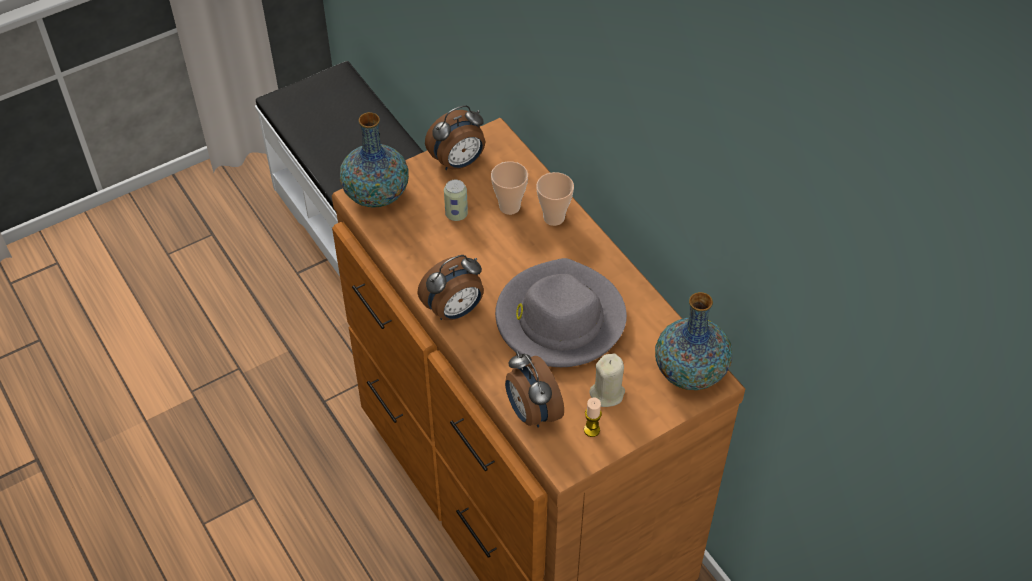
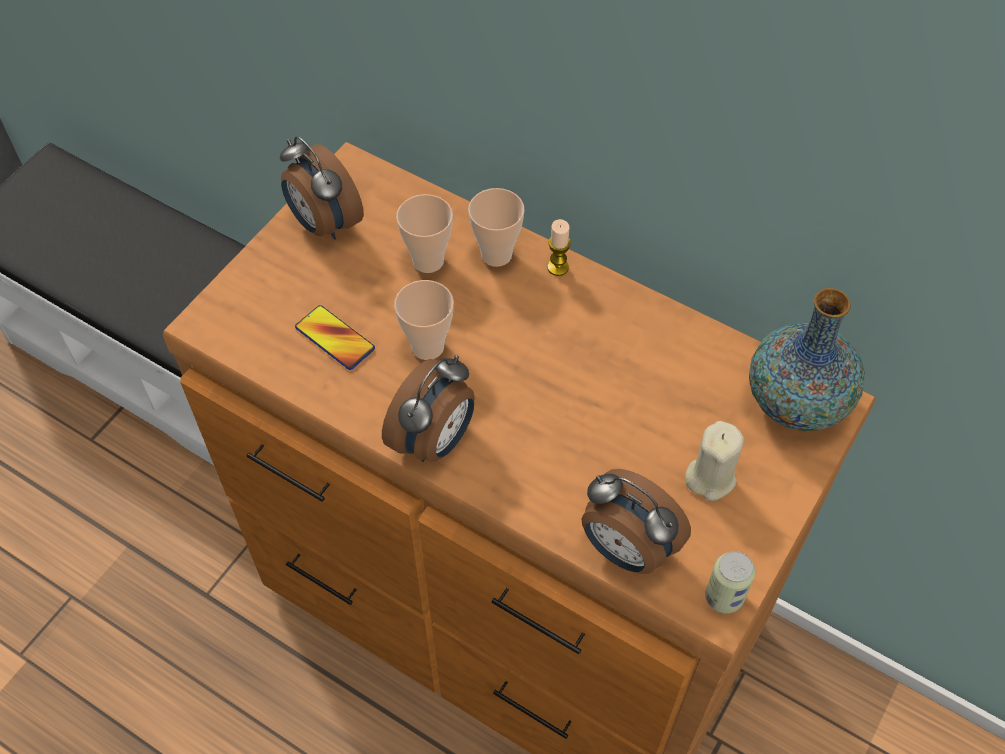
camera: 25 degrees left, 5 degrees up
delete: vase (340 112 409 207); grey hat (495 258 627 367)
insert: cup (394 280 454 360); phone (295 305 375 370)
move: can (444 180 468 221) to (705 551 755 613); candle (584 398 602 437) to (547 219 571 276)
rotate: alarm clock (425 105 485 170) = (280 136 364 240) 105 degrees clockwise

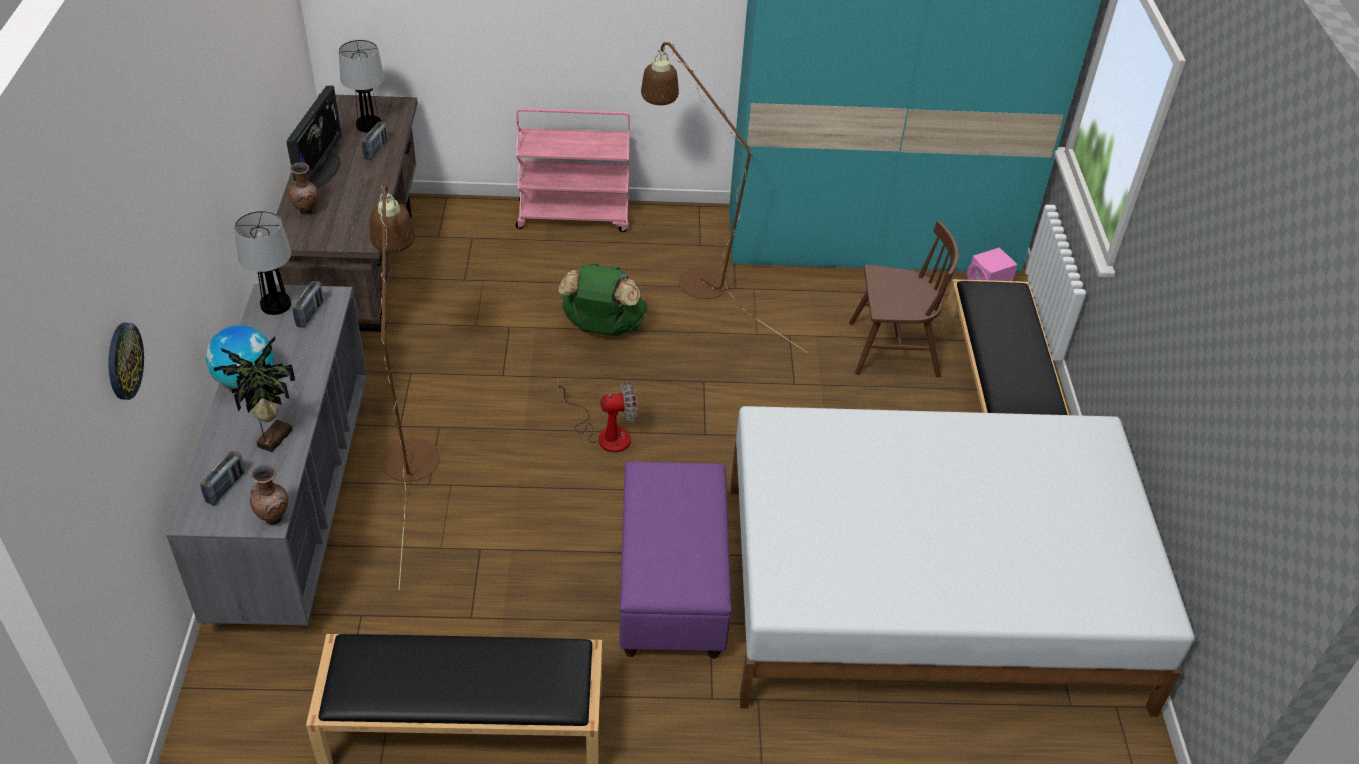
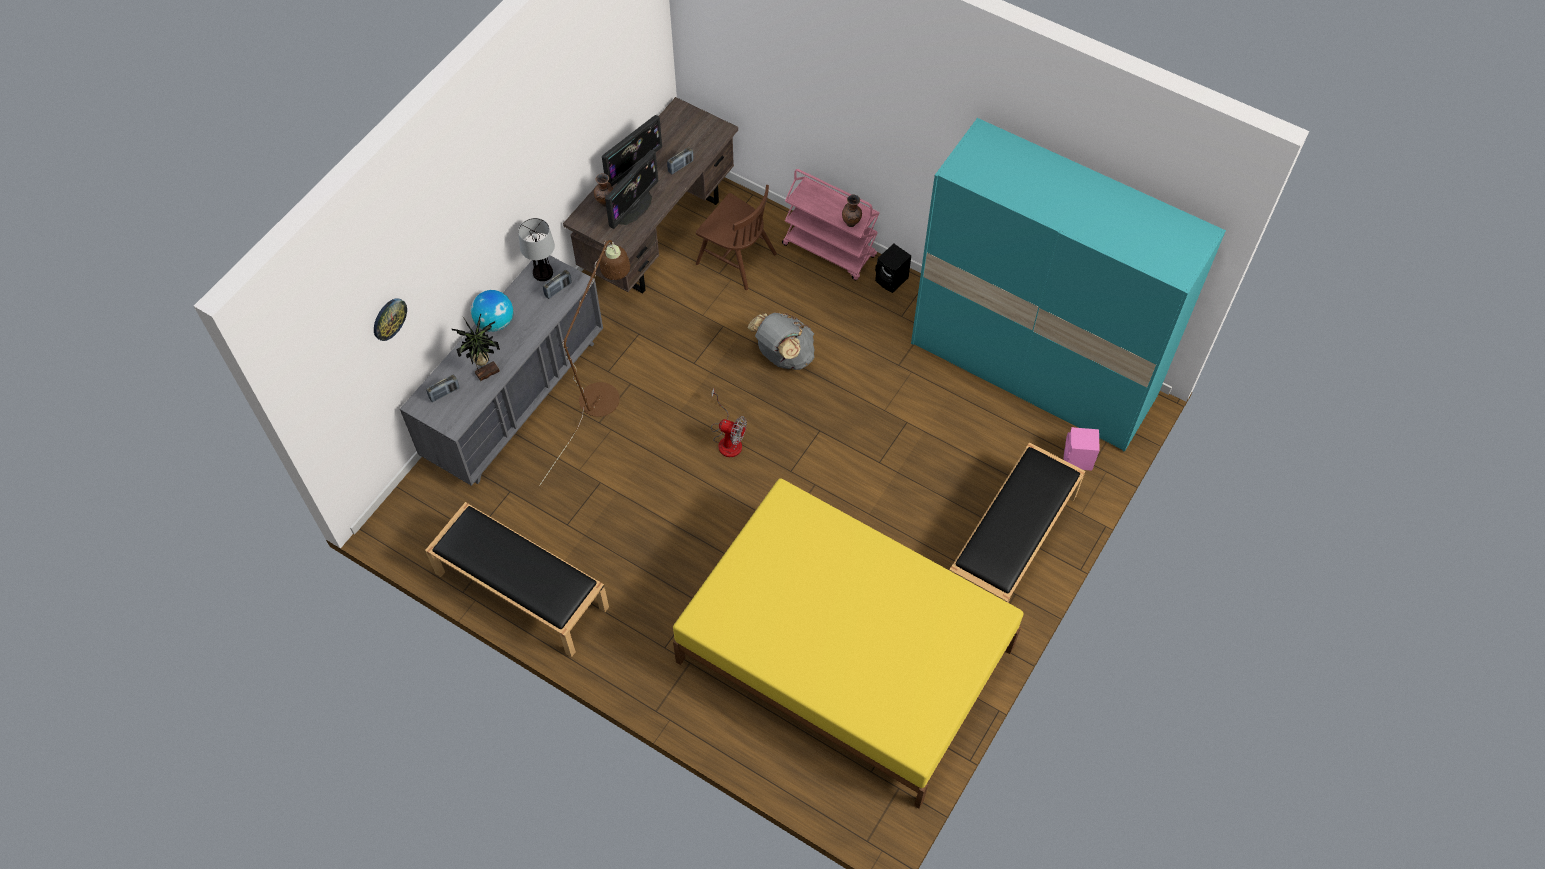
camera: 35 degrees right, 15 degrees up
delete: table lamp (339 40 384 132); brown floor lamp (641 42 808 353); purple ottoman (620 461 732 659)
insert: monitor (605 150 658 229); black speaker (875 244 911 293)
move: brown chair (849 221 959 377) to (696 185 777 290); brown vase (250 464 288 525) to (842 195 862 227)
recolor: green backpack (559 263 648 336) to grey backpack (748 312 814 370); white bed (730 406 1195 717) to yellow bed (673 479 1023 809)

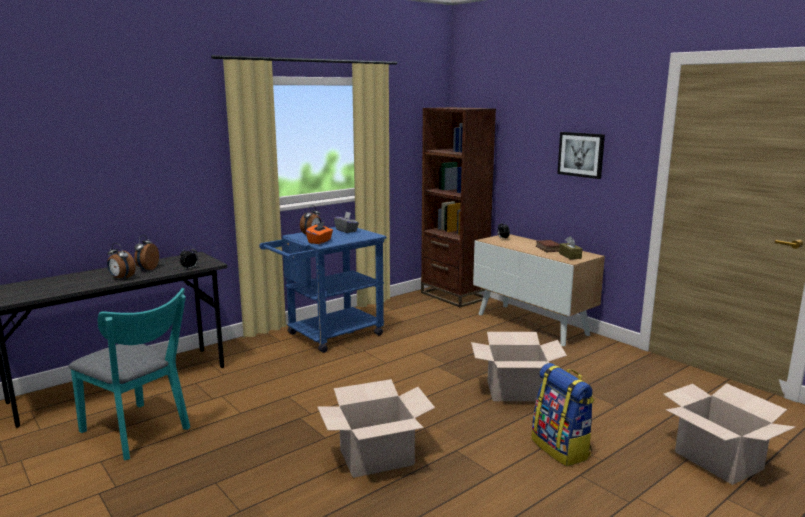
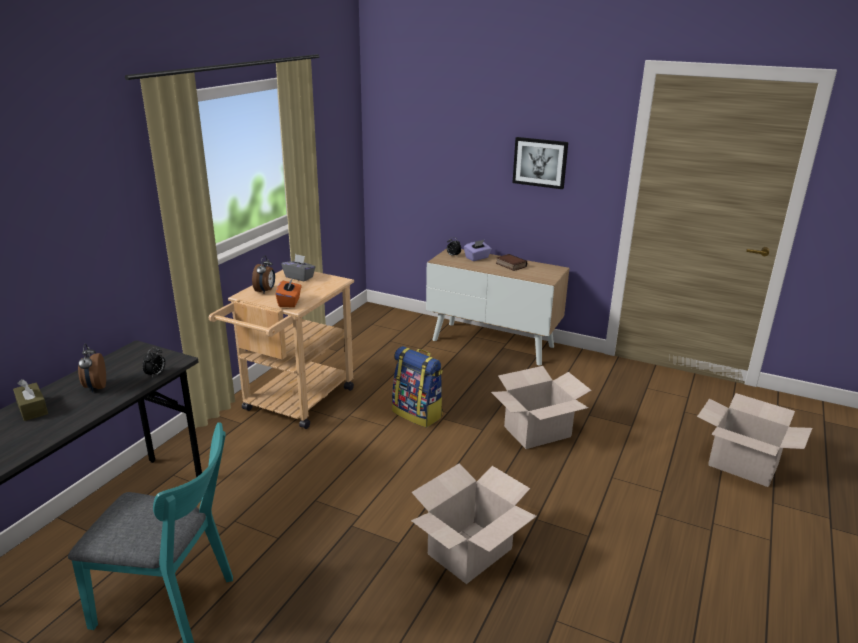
camera: 25 degrees left, 10 degrees up
delete: brown bookcase (421 107 496 308); alarm clock (107 243 135 280)
insert: purple tissue box (464 240 492 261)
move: brown tissue box (559 236 582 260) to (13 379 48 421); backpack (531 363 595 466) to (392 346 443 428)
recolor: blue cart (259 227 387 353) to beige cart (209 270 354 429)

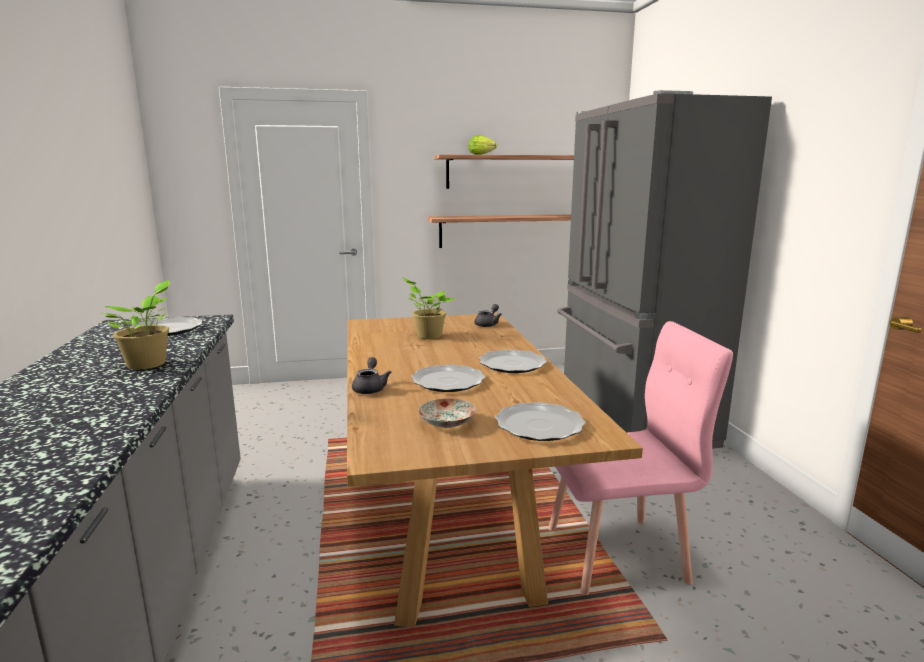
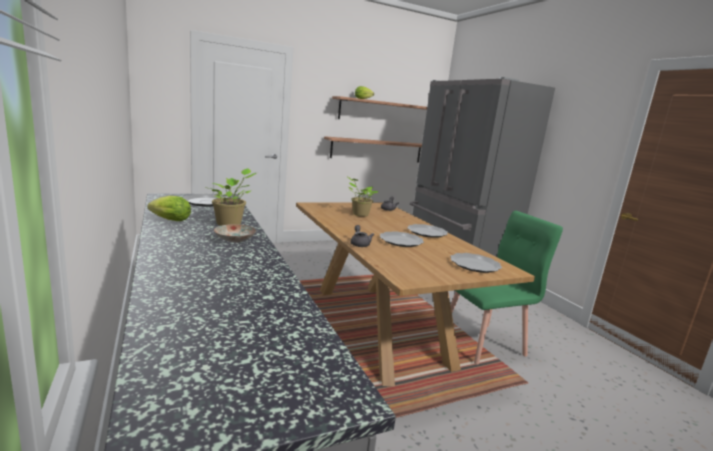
camera: 15 degrees left, 0 degrees up
insert: lettuce (147 196 191 221)
move: plate (418 398 476 428) to (214 224 256 242)
recolor: pink chair (548 321 733 595) to green chair (450 211 563 364)

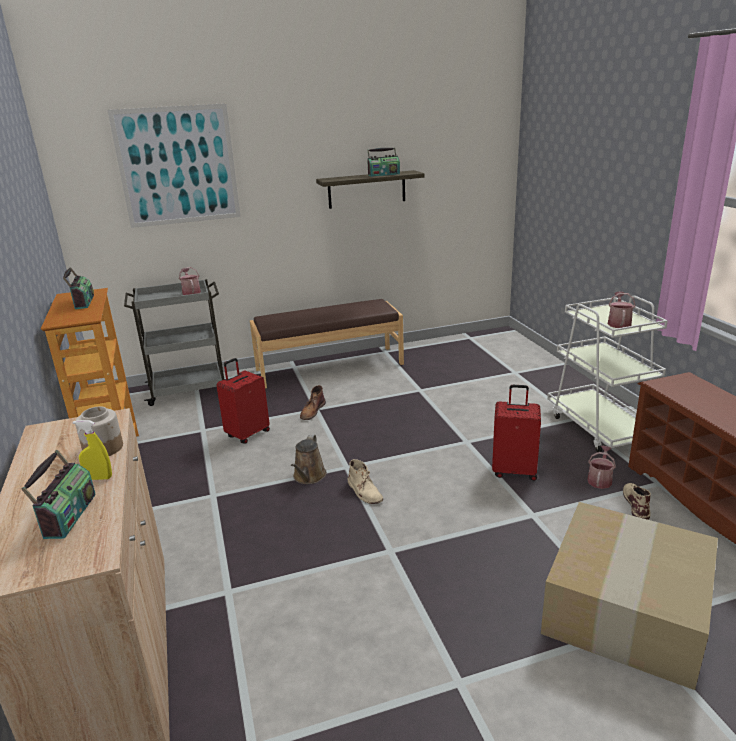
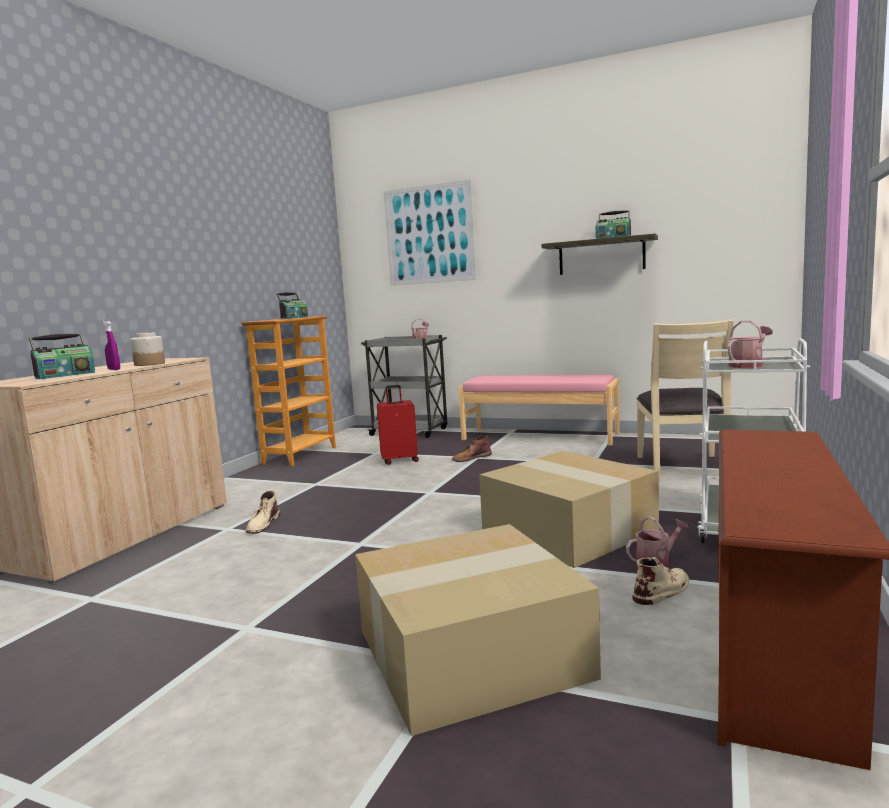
camera: 40 degrees right, 15 degrees down
delete: brown watering can (291 435 327 484)
insert: beige chair (637 319 733 482)
move: beige boot (348 459 383 504) to (246 490 280 534)
replace: red suitcase (492 385 541 481) to cardboard box (479 451 659 568)
recolor: brown bench (250 299 404 388) to pink bench (458 375 620 446); yellow spray bottle (73 420 112 480) to purple spray bottle (103 321 120 370)

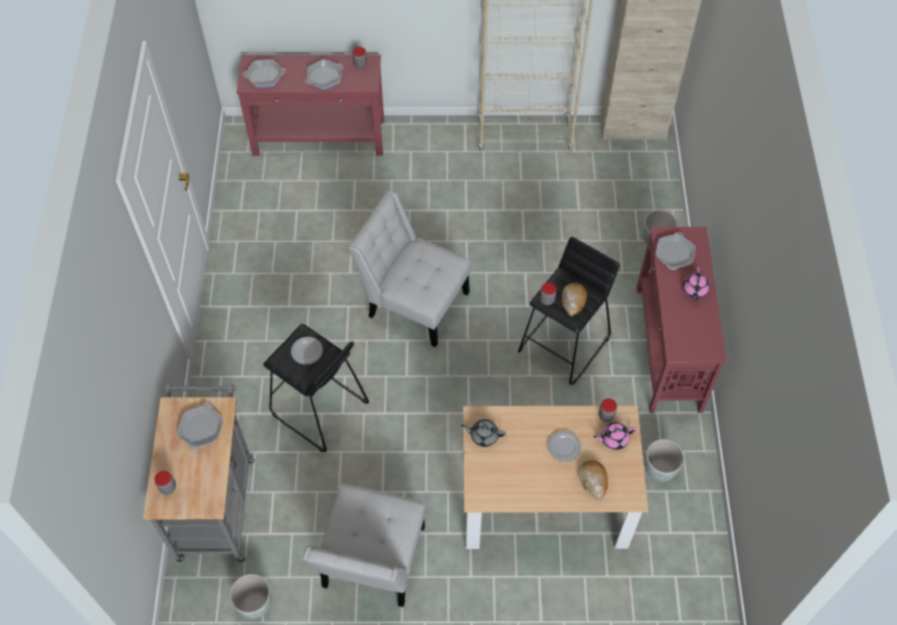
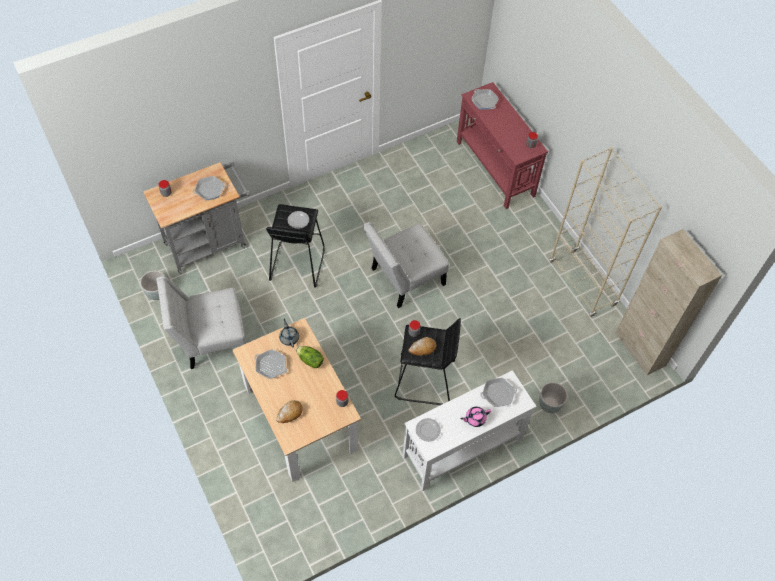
camera: 60 degrees right, 0 degrees up
delete: pink teapot (593 422 637 450); grey planter (645 439 684 482)
insert: lettuce (296 346 324 368)
move: frying pan (305 59 343 90) to (254 349 287 379); plate (547 431 581 462) to (416 418 441 442)
recolor: red console table (637 227 726 413) to white console table (403 370 537 491)
rotate: white chair (348 191 471 347) = (363 222 449 308) 120 degrees counterclockwise

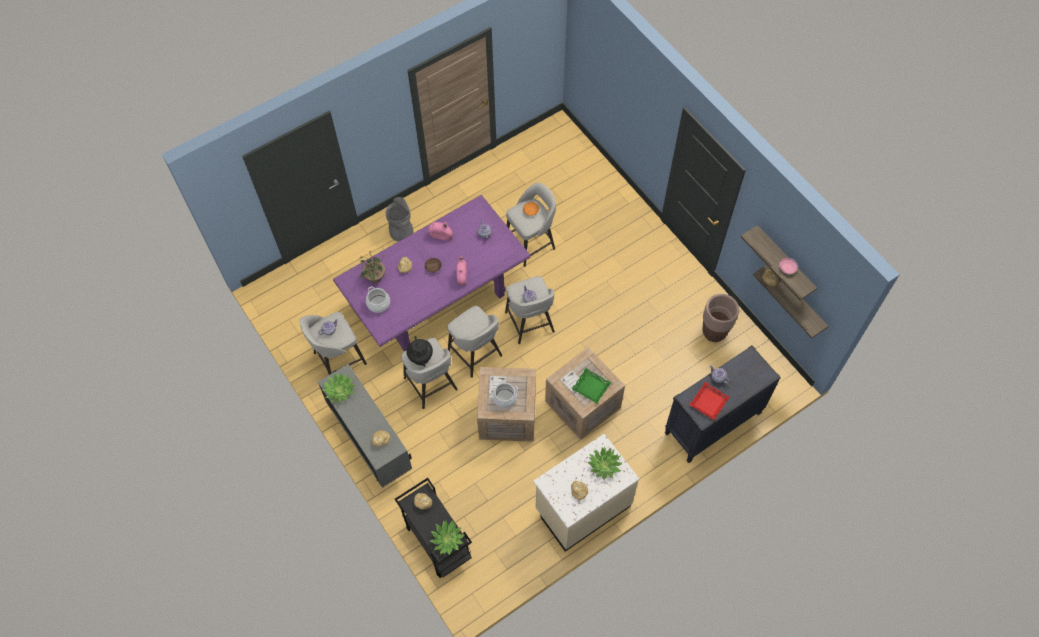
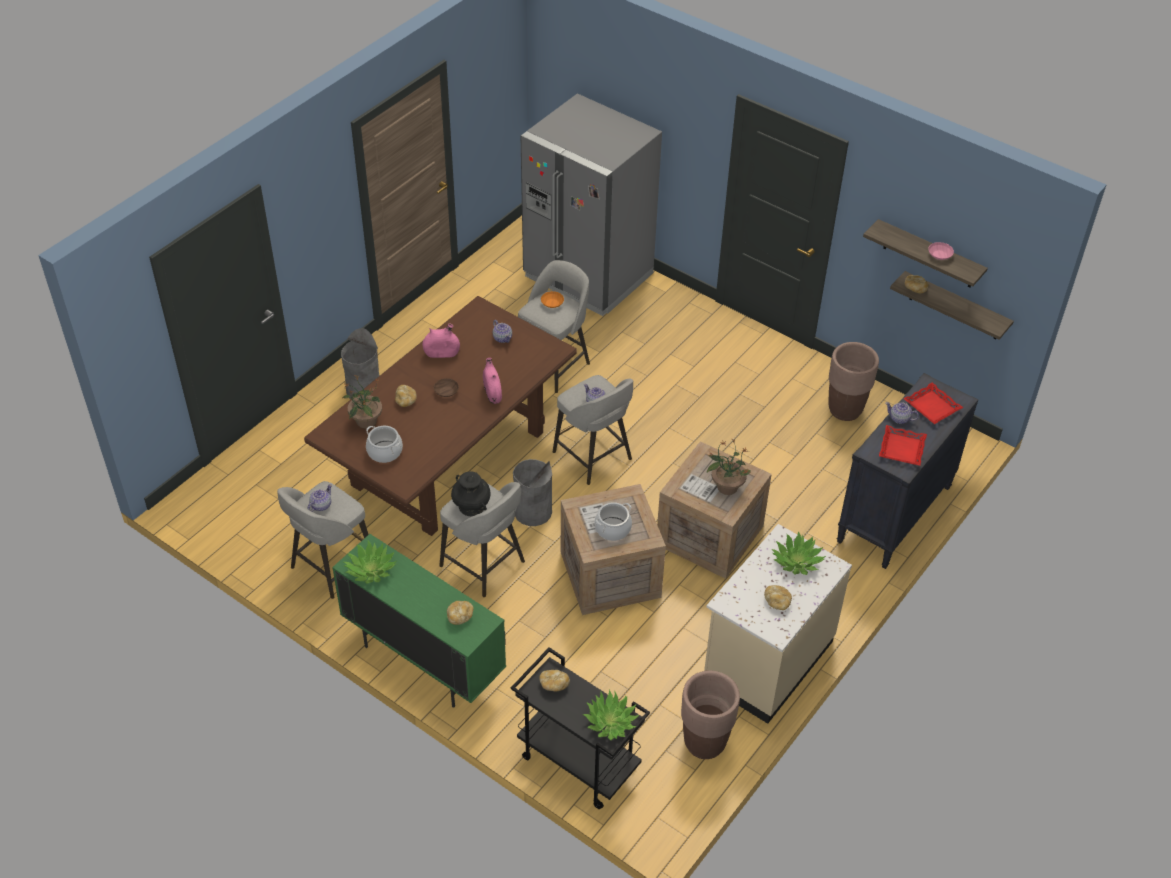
camera: 20 degrees left, 15 degrees down
insert: grey fridge (520 93 662 316); red tray (903 383 963 424); brown planter (681 671 740 759)
replace: grey stool (447 306 502 378) to grey trash can (513 459 552 526); green tray (572 368 611 404) to potted plant (707 438 751 495)
recolor: purple dining table (333 195 530 352) to brown dining table (304 296 577 536); grey cabinet (318 364 412 488) to green cabinet (332 534 506 708)

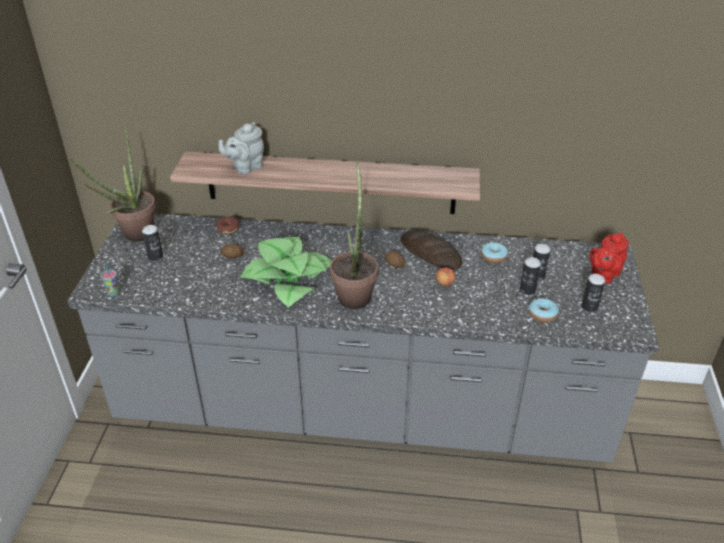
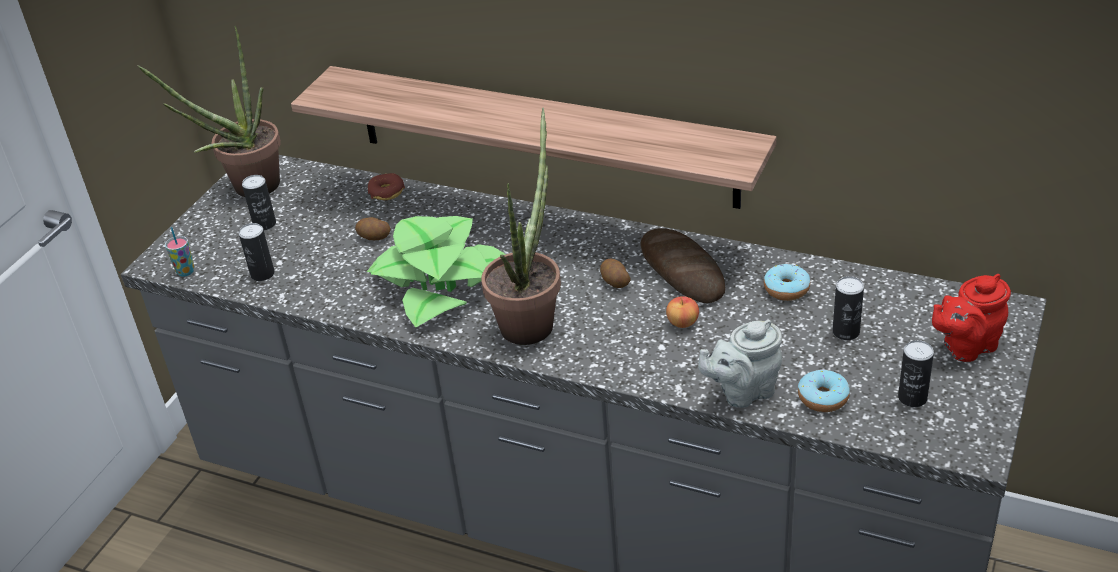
camera: 20 degrees right, 0 degrees up
move: grey teapot (219 122 264 174) to (698 320 782 408); can (520 257 541 295) to (239 223 275 281)

